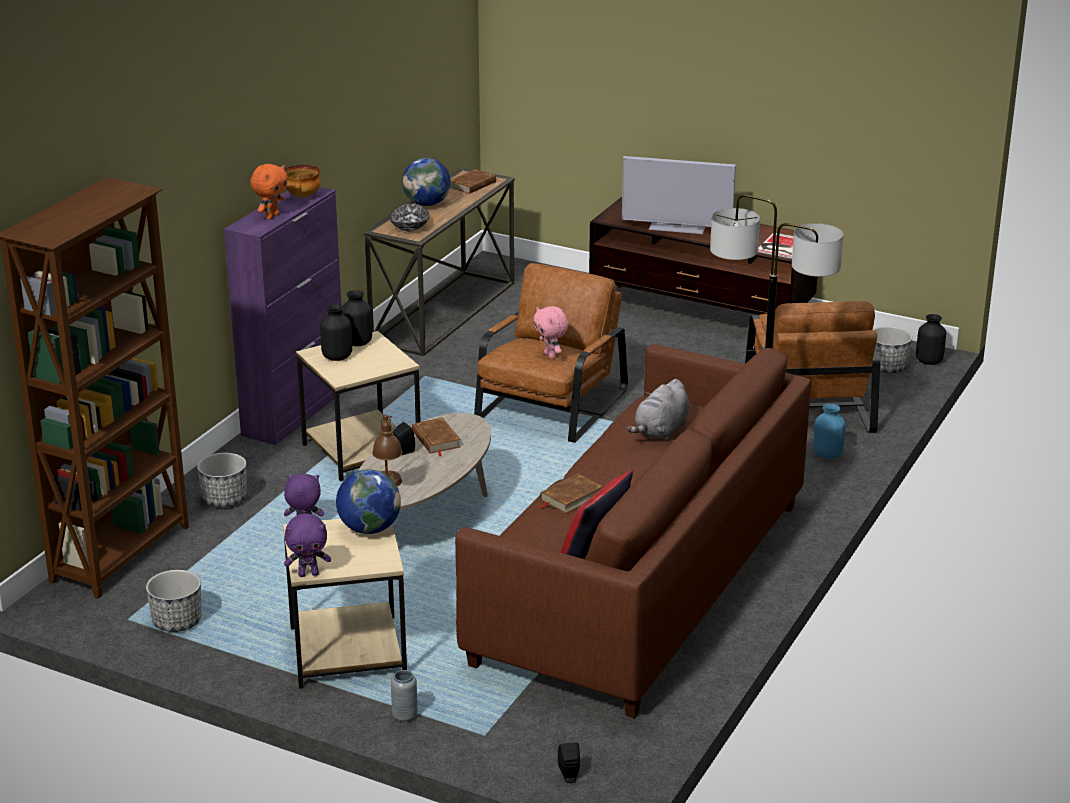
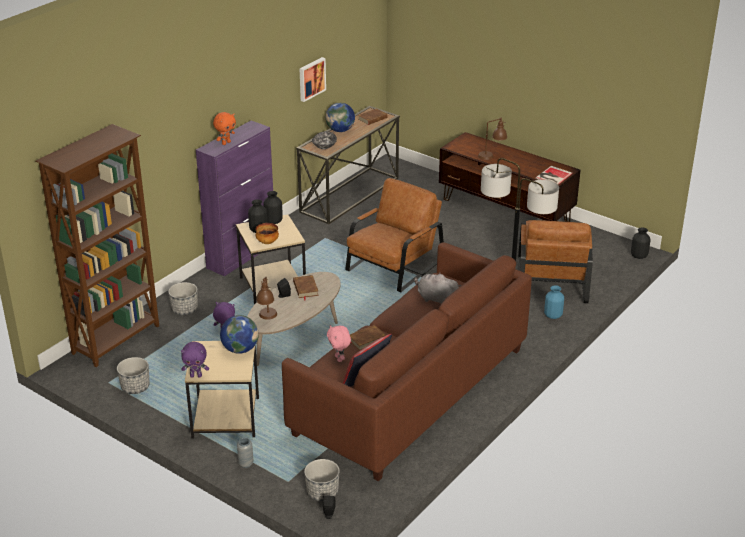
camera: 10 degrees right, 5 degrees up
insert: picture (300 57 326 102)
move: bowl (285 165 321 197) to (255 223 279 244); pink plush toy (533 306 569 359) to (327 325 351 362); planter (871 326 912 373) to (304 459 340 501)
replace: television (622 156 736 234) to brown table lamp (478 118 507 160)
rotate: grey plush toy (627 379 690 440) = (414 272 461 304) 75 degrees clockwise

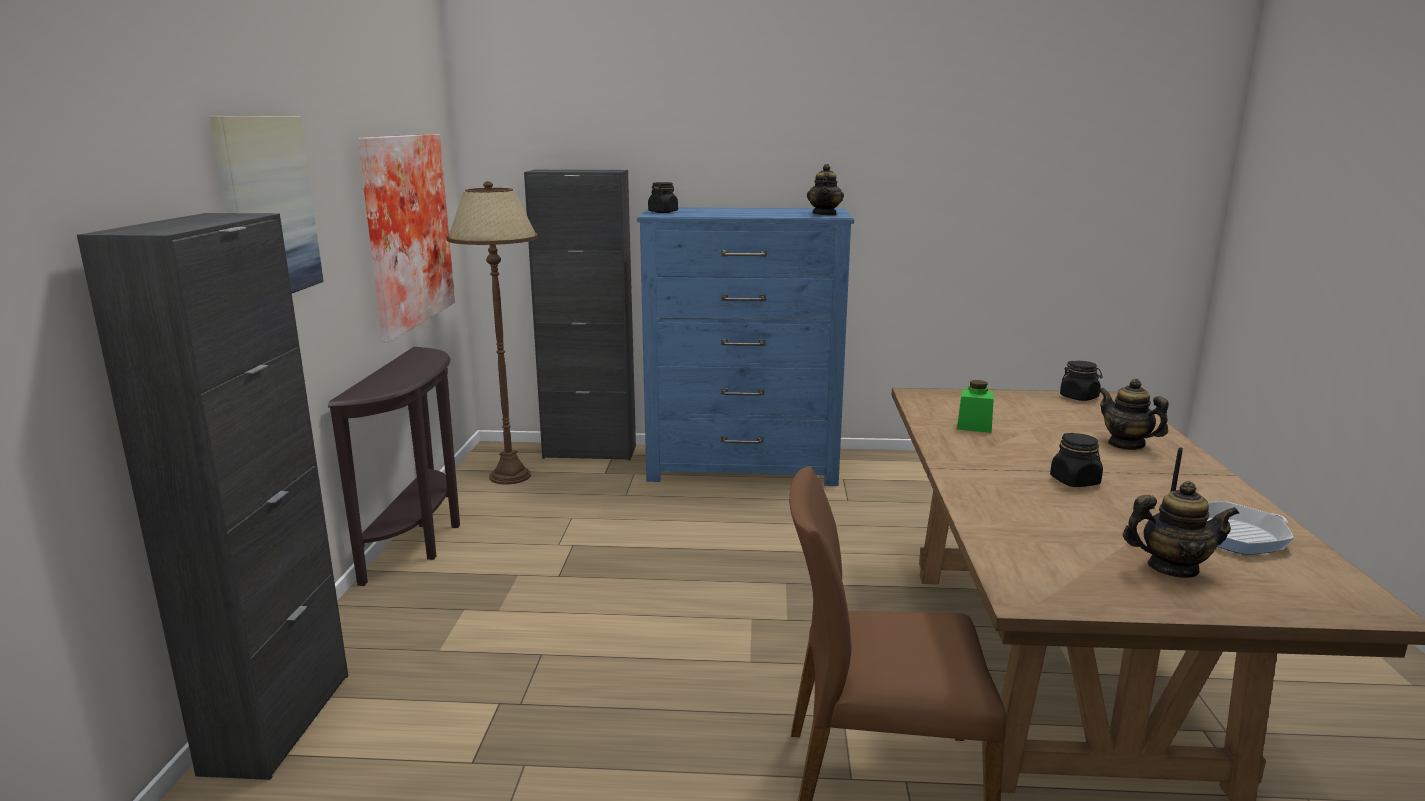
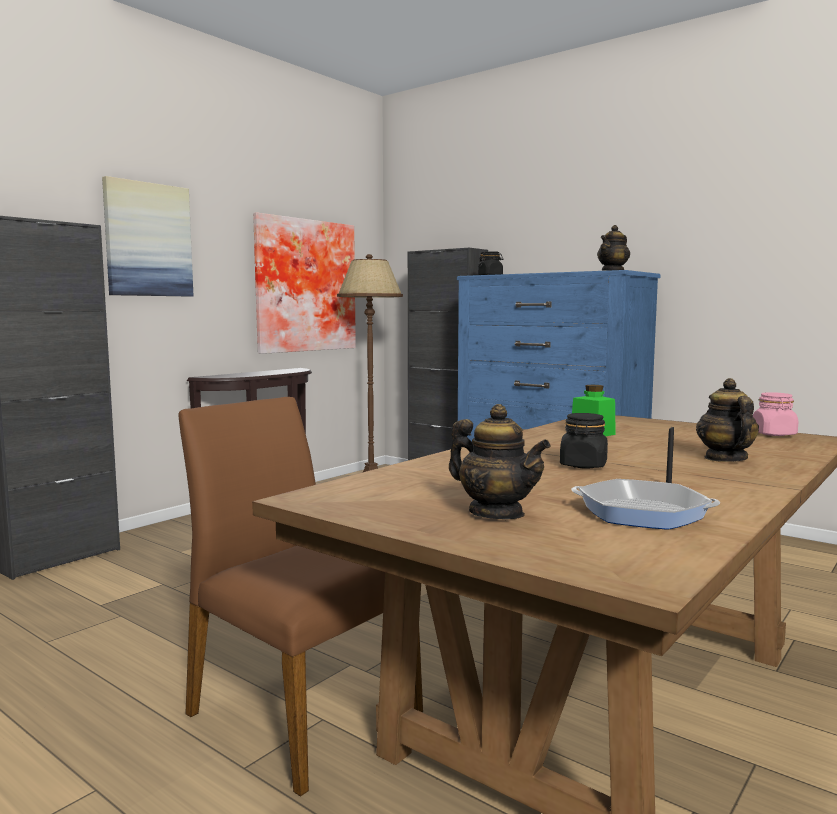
camera: 35 degrees right, 10 degrees down
recolor: black jar (1060 361 1103 401) to pink jar (753 392 798 436)

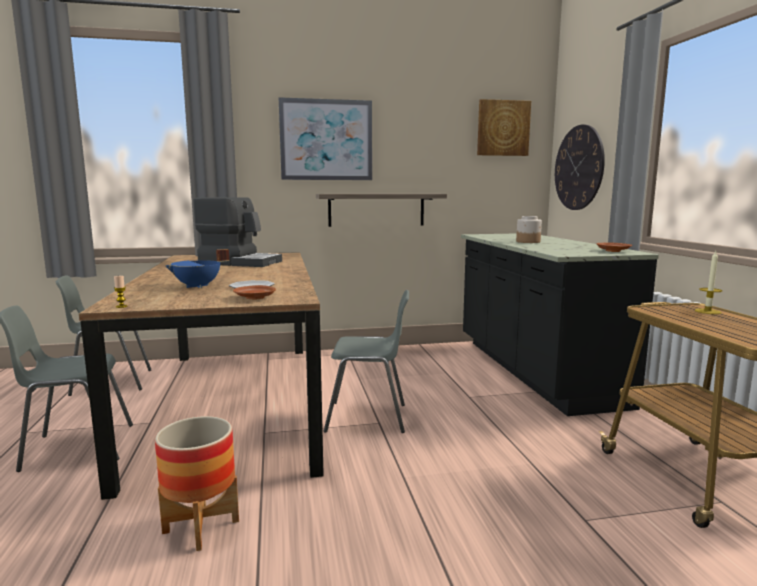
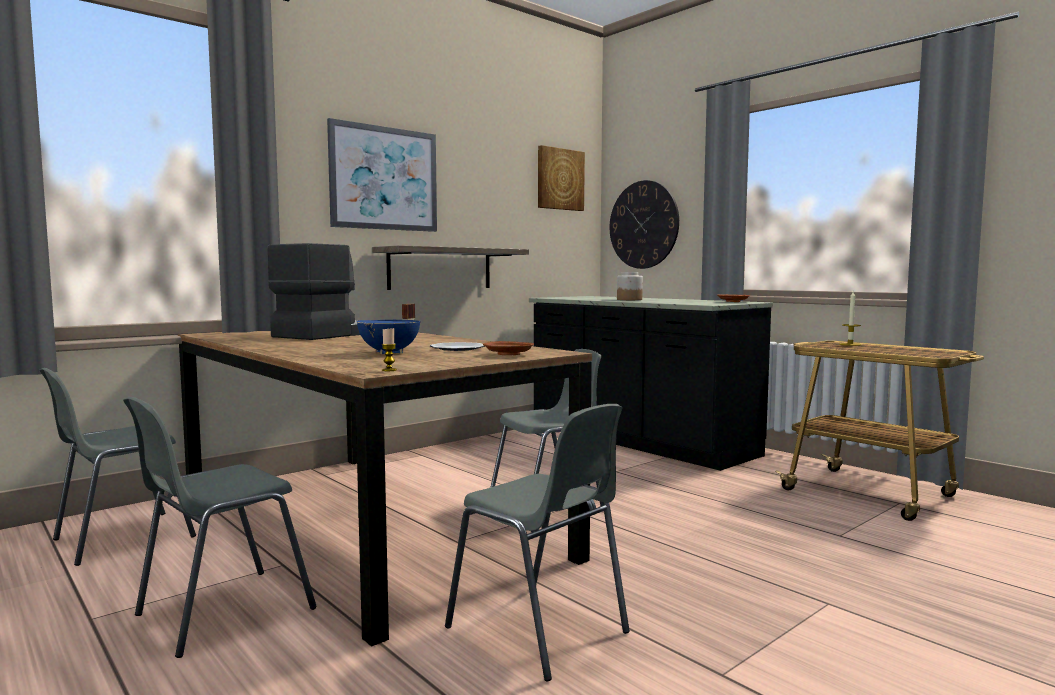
camera: 30 degrees left, 5 degrees down
replace: planter (155 416 239 551) to grey chair (445 404 630 681)
rotate: coffee machine (194 197 282 267) = (267 243 360 340) 45 degrees counterclockwise

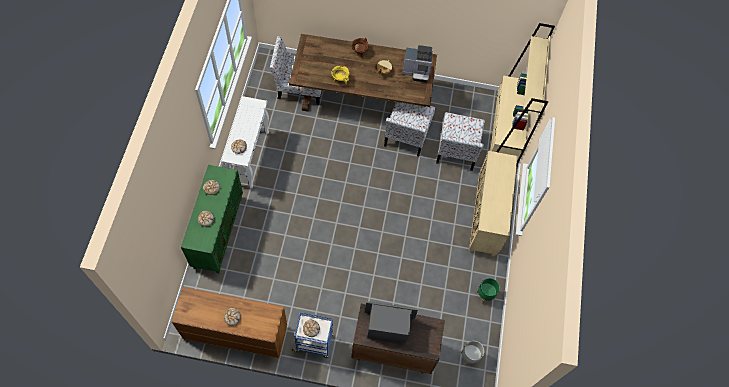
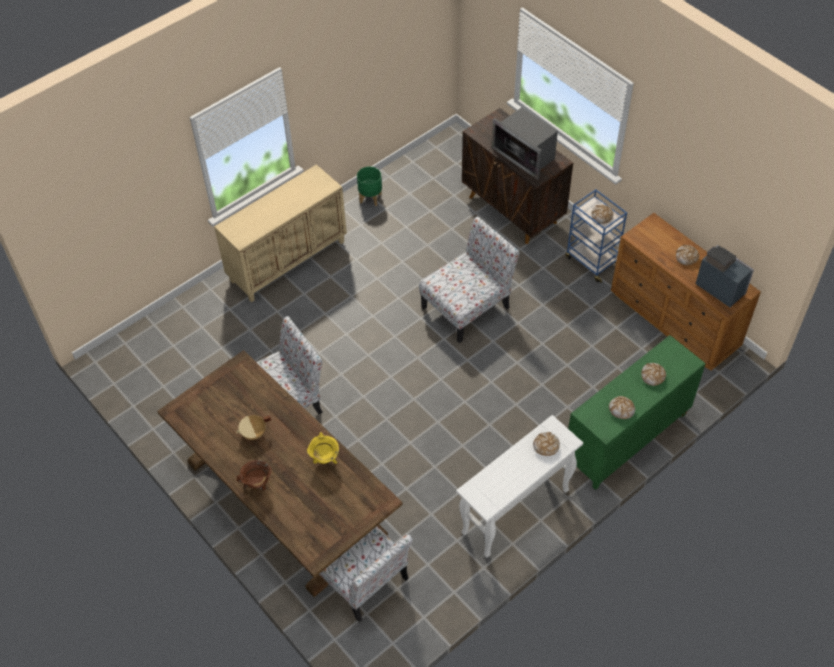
camera: 135 degrees left, 10 degrees down
delete: beige bookcase (490 23 555 165); grey planter (461 341 484 366)
move: coffee machine (402 45 433 83) to (696 245 754 307); chair (436 112 485 171) to (419 216 520 343)

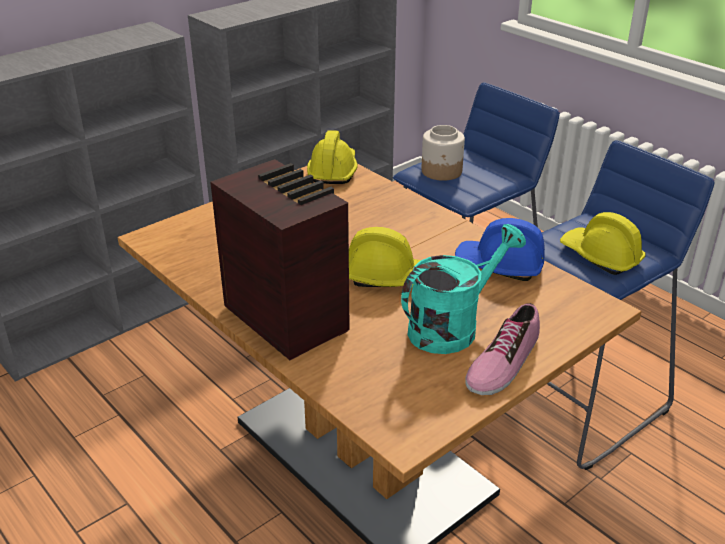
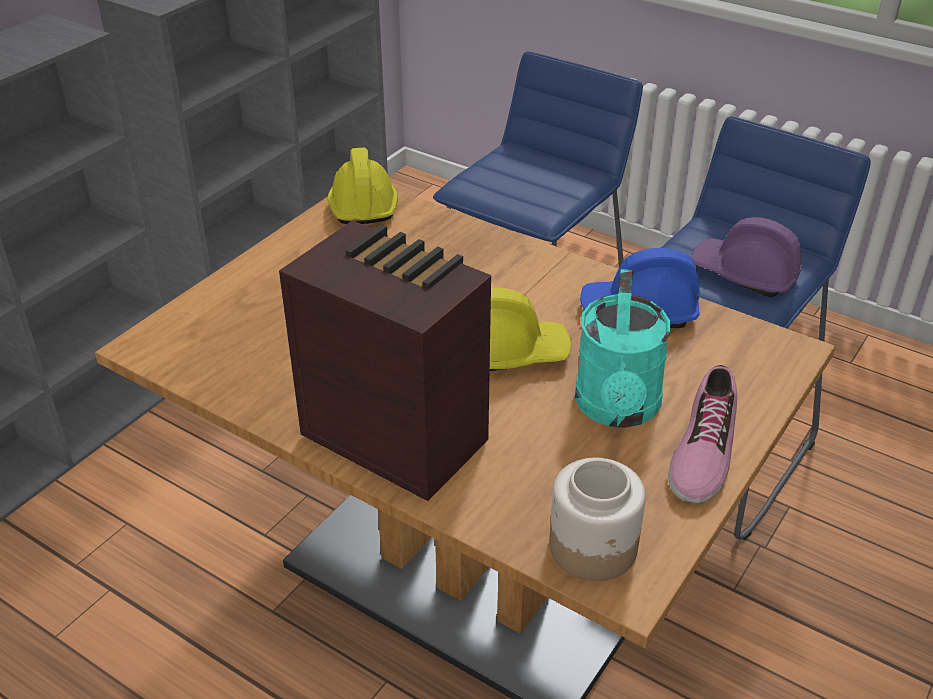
camera: 15 degrees left, 5 degrees up
move: jar (421 125 465 181) to (549 458 646 581)
recolor: yellow hard hat (560 212 645 275) to purple hard hat (691 217 802 297)
rotate: turquoise watering can (401 224 526 354) = (575 269 670 428) 150 degrees clockwise

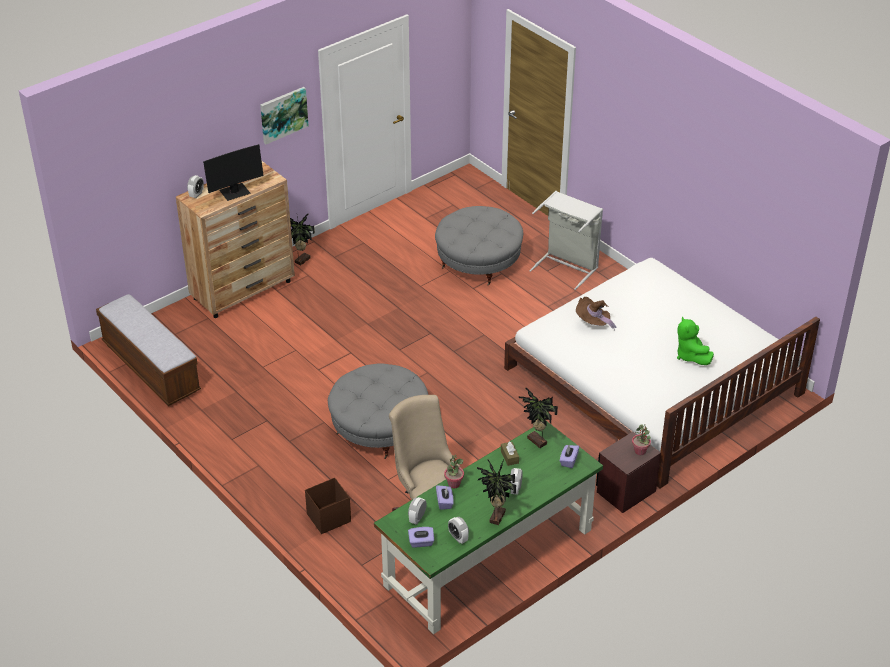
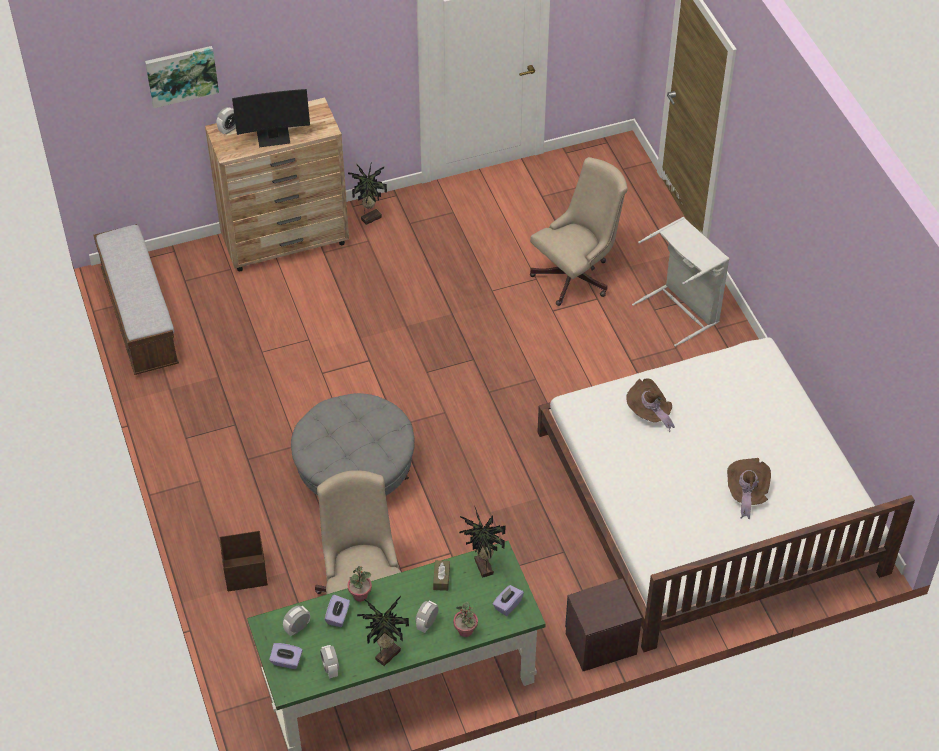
camera: 20 degrees right, 10 degrees up
move: picture (260 87 308 144) to (145 46 219 108); potted plant (632 424 651 455) to (453 602 478 637)
replace: grey ottoman (435 206 523 286) to beige office chair (530 157 628 306); green plush toy (677 316 714 365) to brown hat (727 458 771 519)

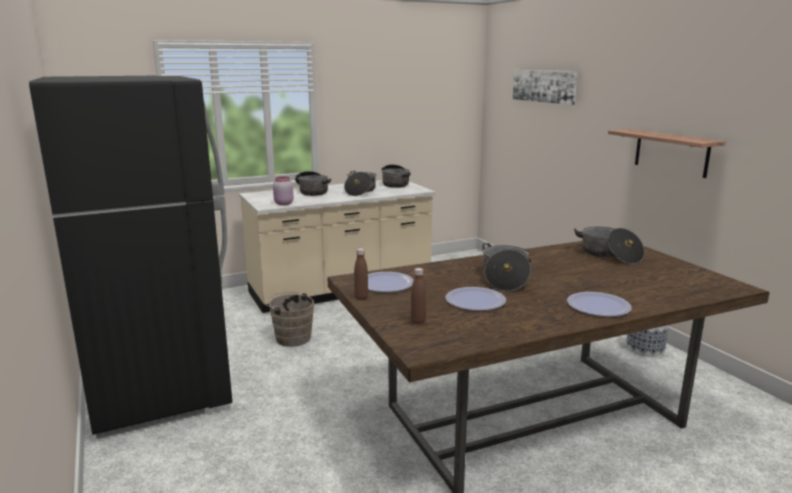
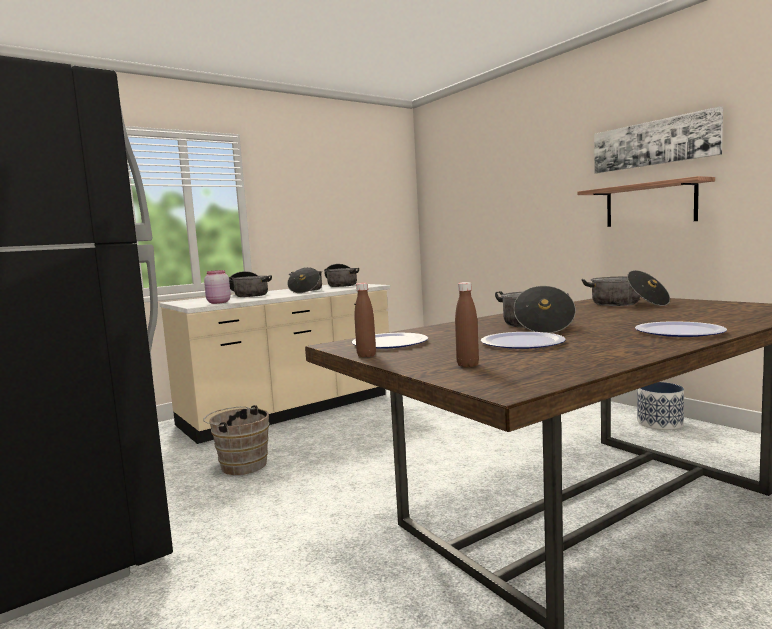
camera: 10 degrees left, 10 degrees down
move: picture (513 70 578 105) to (594 106 723 173)

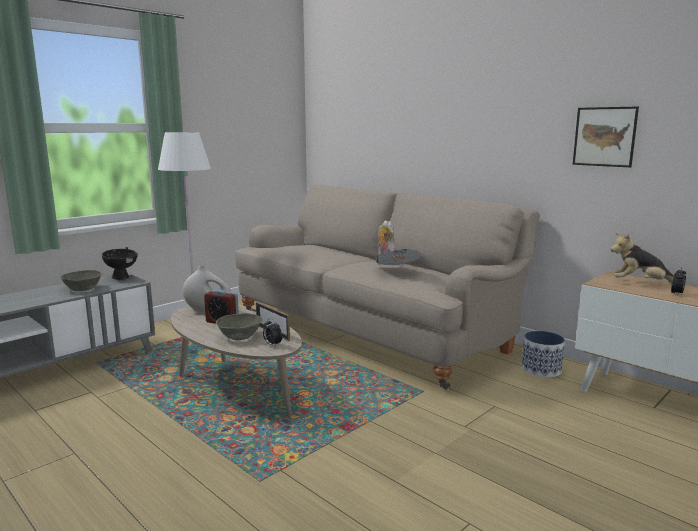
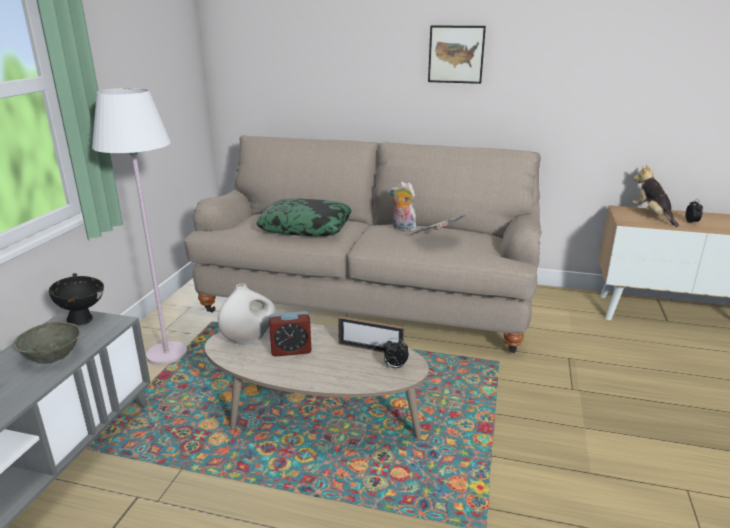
camera: 30 degrees left, 10 degrees up
delete: grey bowl (216 313 263 340); planter (522 331 565 378)
insert: pillow (256 199 352 236)
move: picture (573 107 639 167) to (428 25 486 84)
rotate: plush toy (611 233 673 284) = (633 165 679 227) 90 degrees clockwise

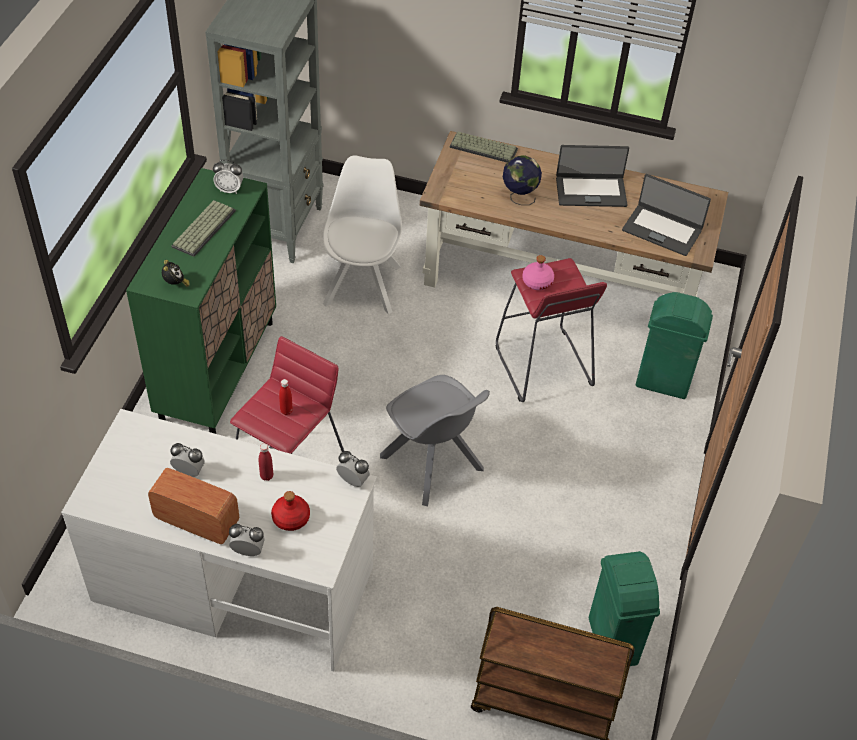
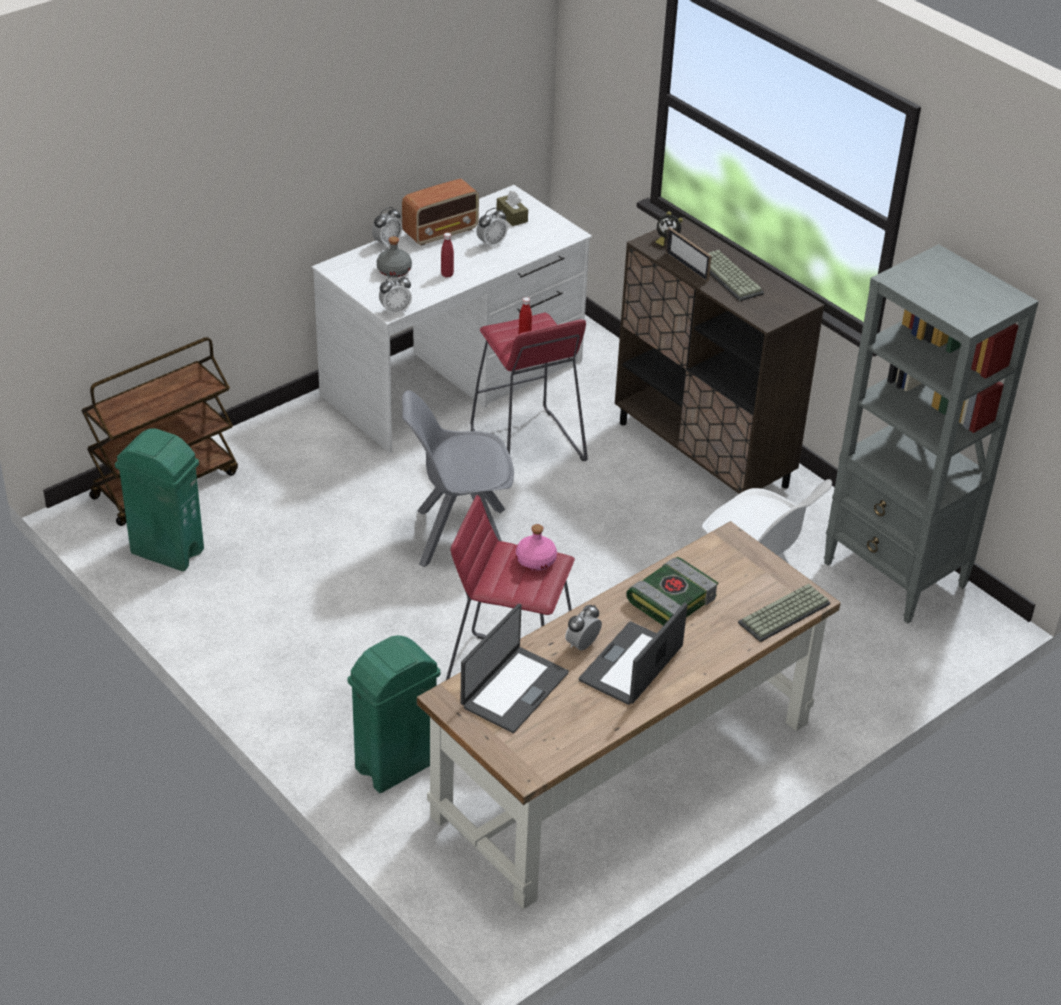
camera: 125 degrees right, 10 degrees down
insert: brown tissue box (496 191 528 226); picture frame (666 227 712 282)
move: alarm clock (213 160 243 194) to (565 605 602 650)
replace: globe (503 155 542 205) to book (626 557 718 626)
recolor: green cabinet (126 168 276 434) to brown cabinet (615 217 824 494); red bottle (271 491 310 531) to grey bottle (377 236 412 277)
rotate: laptop (622 174 711 256) = (460 604 569 733) 150 degrees clockwise

